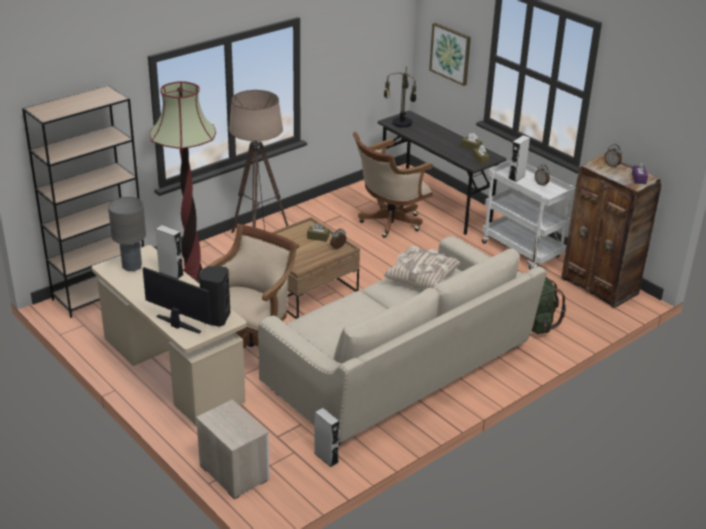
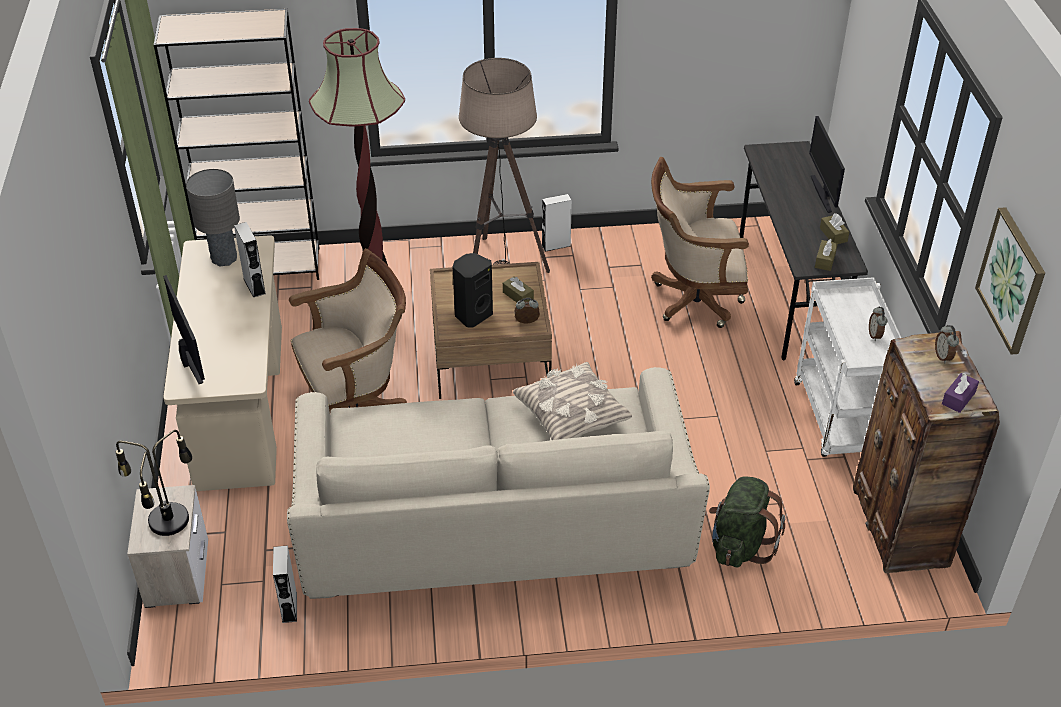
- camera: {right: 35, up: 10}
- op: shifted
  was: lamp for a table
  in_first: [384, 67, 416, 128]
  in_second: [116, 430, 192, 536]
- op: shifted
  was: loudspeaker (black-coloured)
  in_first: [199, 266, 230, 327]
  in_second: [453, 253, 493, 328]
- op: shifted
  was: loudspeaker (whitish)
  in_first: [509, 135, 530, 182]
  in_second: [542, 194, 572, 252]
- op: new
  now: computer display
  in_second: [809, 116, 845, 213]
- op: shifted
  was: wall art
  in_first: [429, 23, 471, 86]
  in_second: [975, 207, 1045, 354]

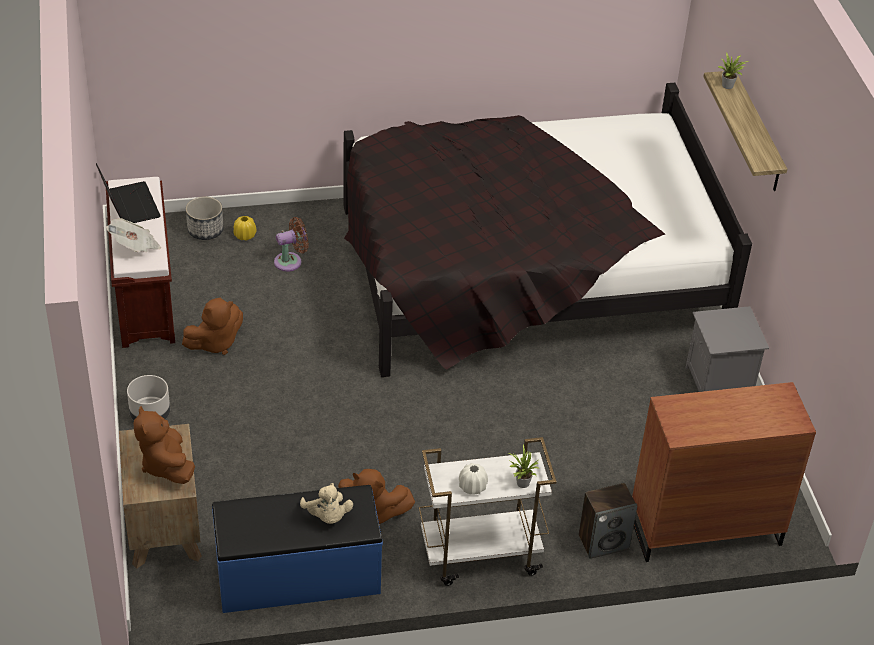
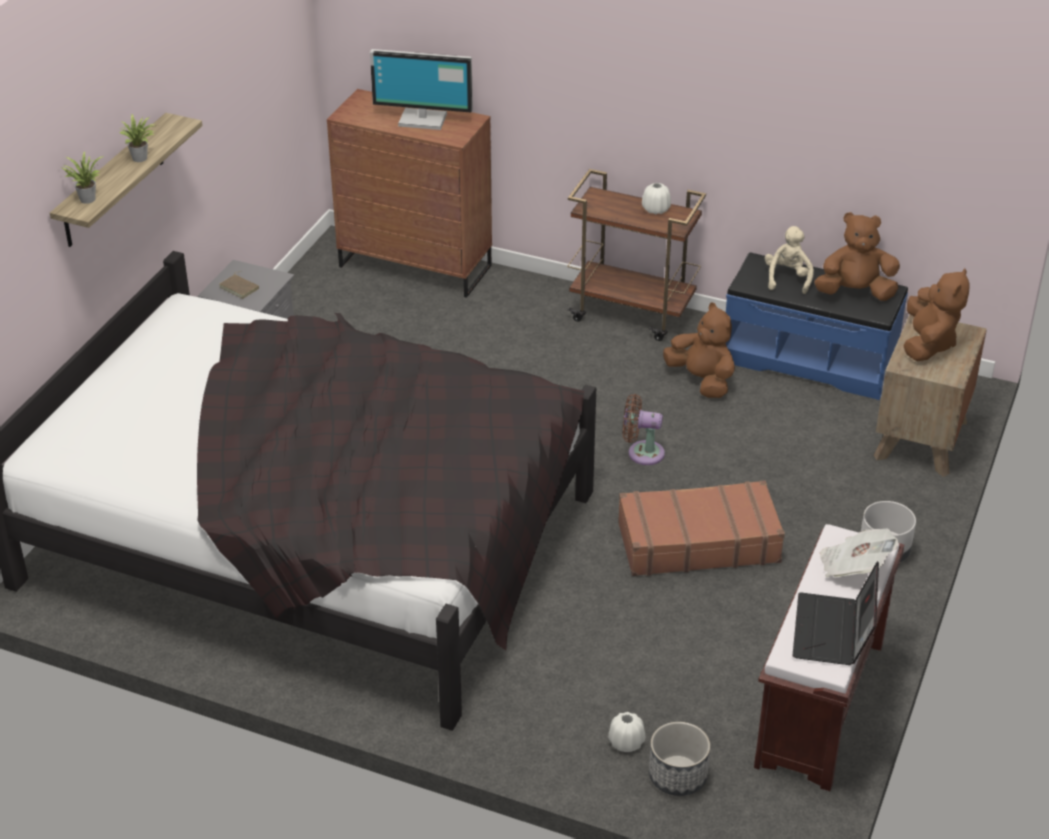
- camera: {right: -145, up: -5}
- op: shifted
  was: houseplant
  in_first: [509, 445, 538, 488]
  in_second: [119, 114, 154, 162]
- op: new
  now: volume (brownish)
  in_second: [220, 271, 259, 299]
- op: new
  now: computer display
  in_second: [370, 49, 473, 130]
- op: repainted
  was: wheeled cart (whitish)
  now: wheeled cart (brownish)
  in_first: [419, 437, 557, 586]
  in_second: [567, 169, 706, 341]
- op: repainted
  was: vase (yellow-coloured)
  now: vase (whitish)
  in_first: [233, 216, 257, 241]
  in_second: [608, 712, 645, 752]
- op: new
  now: travel case (brownish)
  in_second: [618, 480, 785, 576]
- op: shifted
  was: electric fan (brownish)
  in_first: [274, 217, 309, 272]
  in_second: [623, 394, 665, 465]
- op: shifted
  was: plush toy (brownish)
  in_first: [182, 298, 243, 355]
  in_second: [814, 212, 900, 301]
- op: gone
  was: loudspeaker
  in_first: [578, 483, 637, 559]

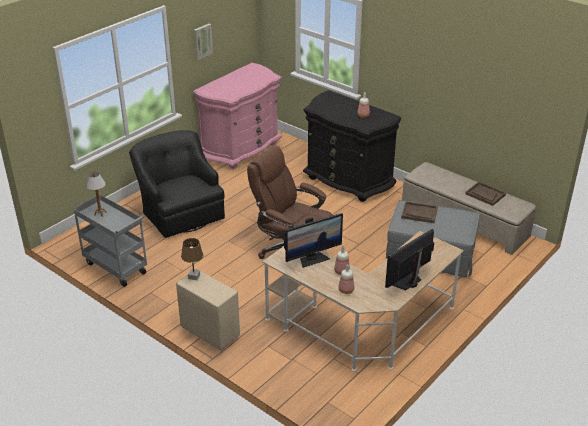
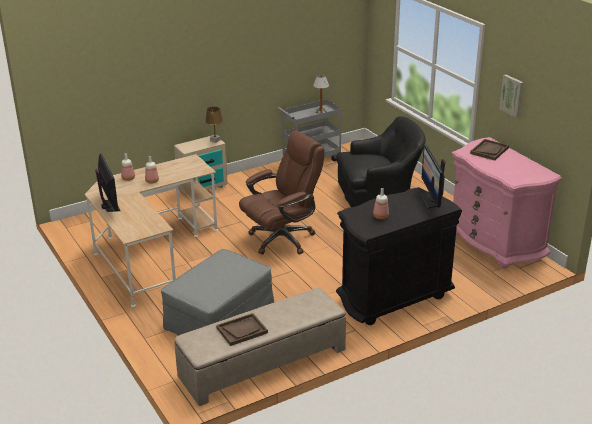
- camera: {right: 110, up: -5}
- op: shifted
  was: computer display
  in_first: [284, 213, 343, 268]
  in_second: [420, 145, 445, 209]
- op: shifted
  was: carrying tray (brownish)
  in_first: [401, 201, 438, 223]
  in_second: [470, 139, 509, 160]

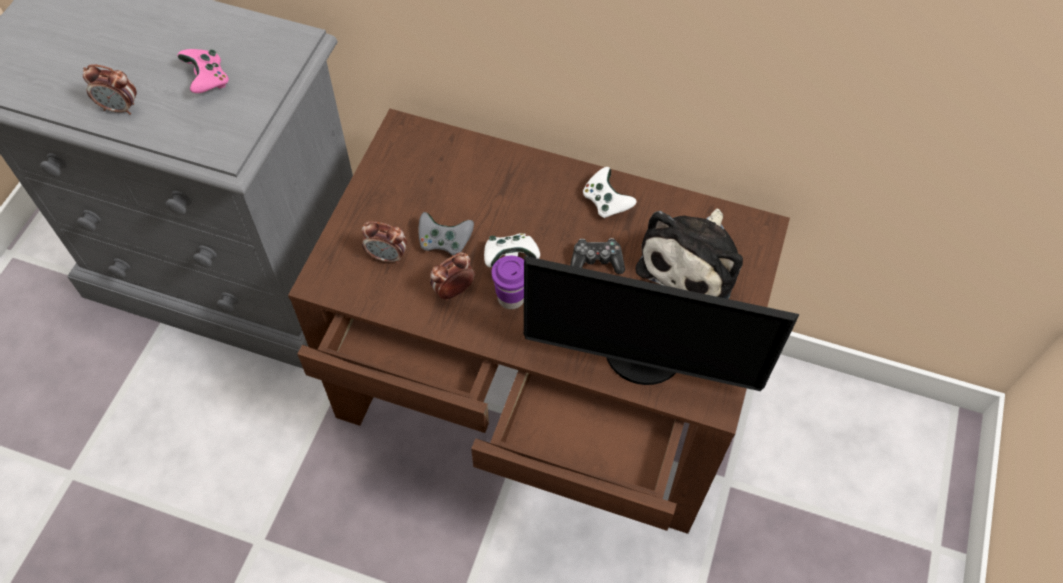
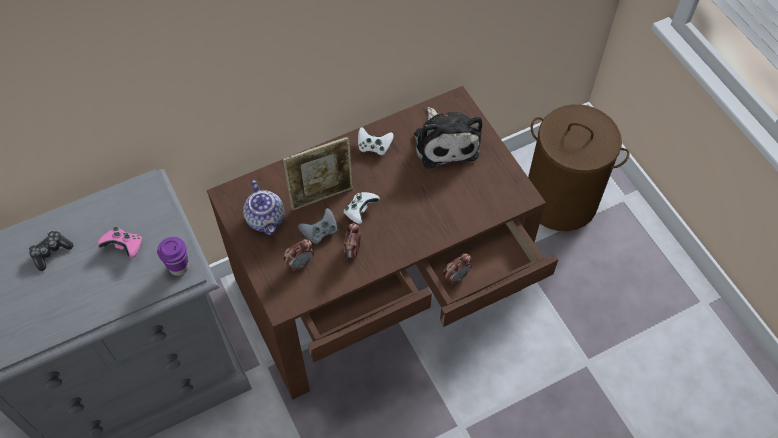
- camera: {right: -45, up: 0}
- op: shifted
  was: game controller
  in_first: [570, 238, 625, 274]
  in_second: [29, 231, 73, 271]
- op: shifted
  was: small cup (purple)
  in_first: [492, 255, 524, 309]
  in_second: [157, 237, 189, 276]
- op: new
  now: teapot
  in_second: [243, 180, 285, 235]
- op: new
  now: standing frame
  in_second: [283, 137, 353, 210]
- op: shifted
  was: alarm clock
  in_first: [83, 64, 137, 115]
  in_second: [443, 253, 472, 285]
- op: new
  now: laundry basket (brownish)
  in_second: [528, 104, 630, 231]
- op: gone
  was: computer display
  in_first: [524, 256, 800, 391]

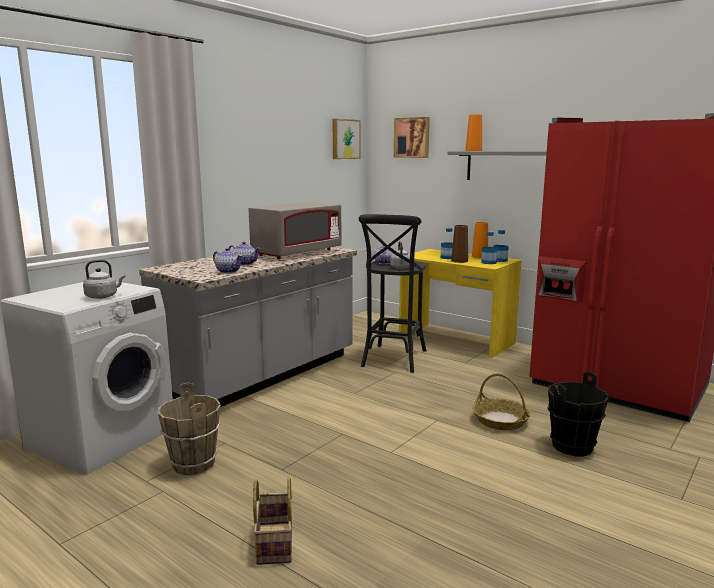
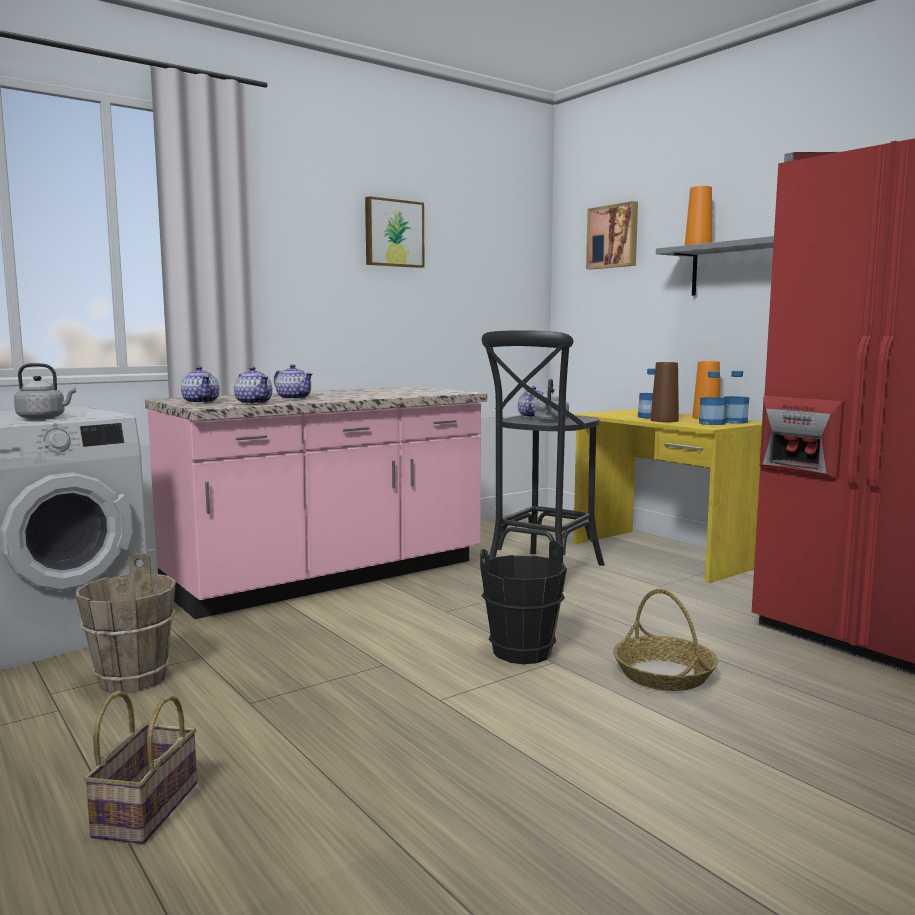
- camera: {right: 15, up: -5}
- op: repainted
  was: kitchen base unit (greyish)
  now: kitchen base unit (pinkish)
  in_first: [139, 247, 357, 407]
  in_second: [145, 386, 487, 619]
- op: new
  now: teapot
  in_second: [181, 366, 220, 404]
- op: shifted
  was: wall art
  in_first: [333, 119, 361, 159]
  in_second: [365, 196, 425, 268]
- op: shifted
  was: pail (black-coloured)
  in_first: [547, 372, 609, 457]
  in_second: [480, 540, 567, 664]
- op: gone
  was: microwave oven (greyish)
  in_first: [248, 202, 342, 259]

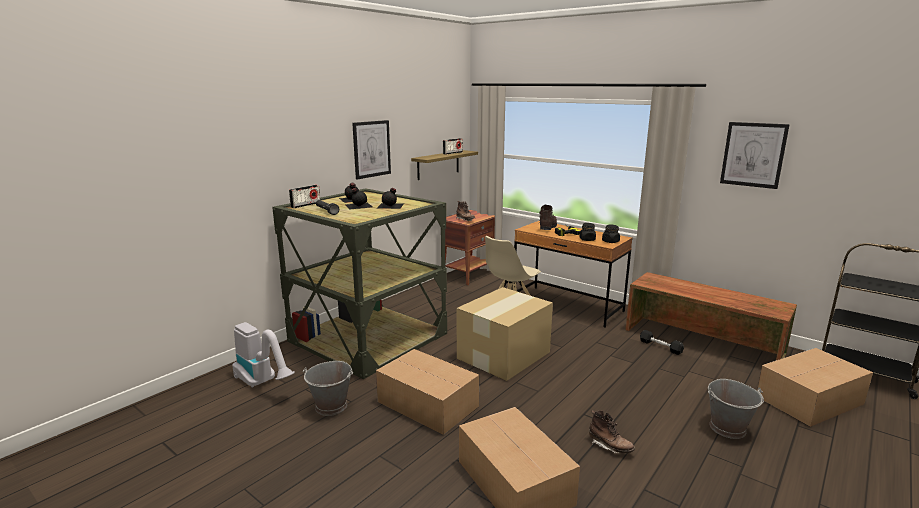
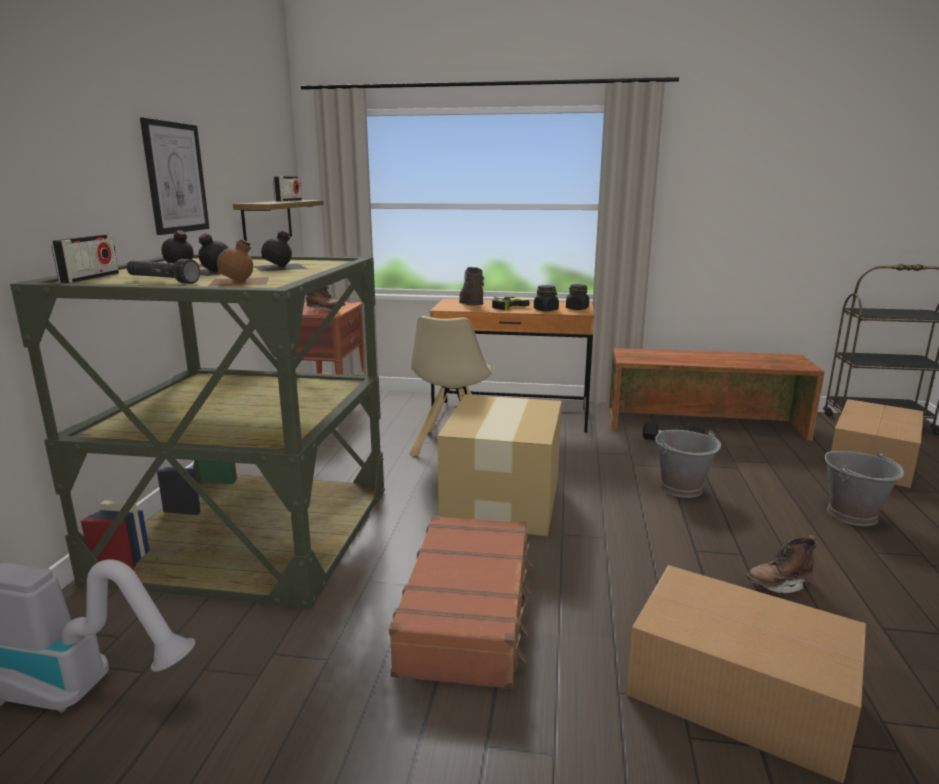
- camera: {right: -30, up: 0}
- op: new
  now: drink bottle (brownish)
  in_second: [208, 239, 269, 287]
- op: swapped
  was: packing box
  now: travel case (brownish)
  in_first: [376, 349, 479, 435]
  in_second: [389, 515, 533, 689]
- op: shifted
  was: pail (greyish)
  in_first: [303, 361, 353, 416]
  in_second: [655, 430, 721, 498]
- op: rotated
  was: high-top boot (brownish)
  in_first: [589, 410, 635, 454]
  in_second: [746, 534, 817, 593]
  clockwise: 150
- op: gone
  was: wall art
  in_first: [720, 122, 790, 189]

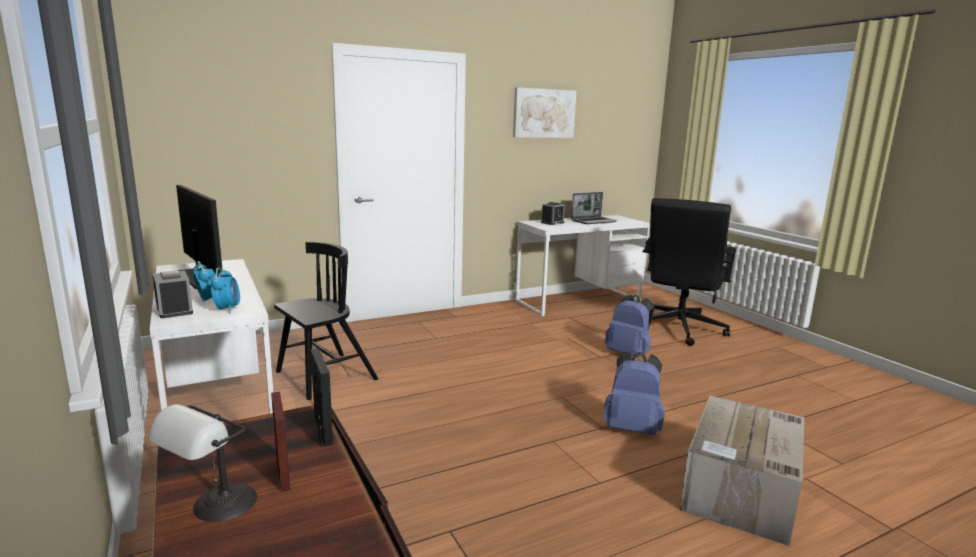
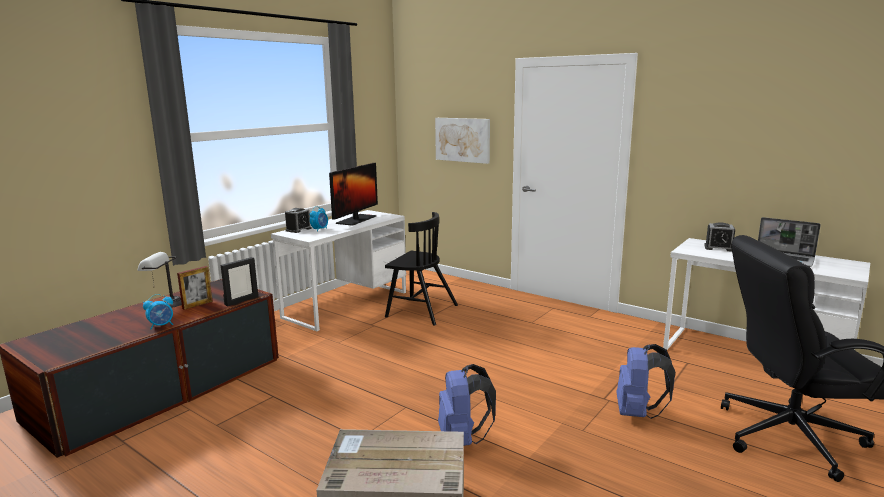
- camera: {right: 65, up: 0}
- op: shifted
  was: alarm clock
  in_first: [211, 268, 240, 313]
  in_second: [143, 294, 173, 330]
- op: shifted
  was: wall art
  in_first: [513, 87, 576, 138]
  in_second: [435, 118, 490, 164]

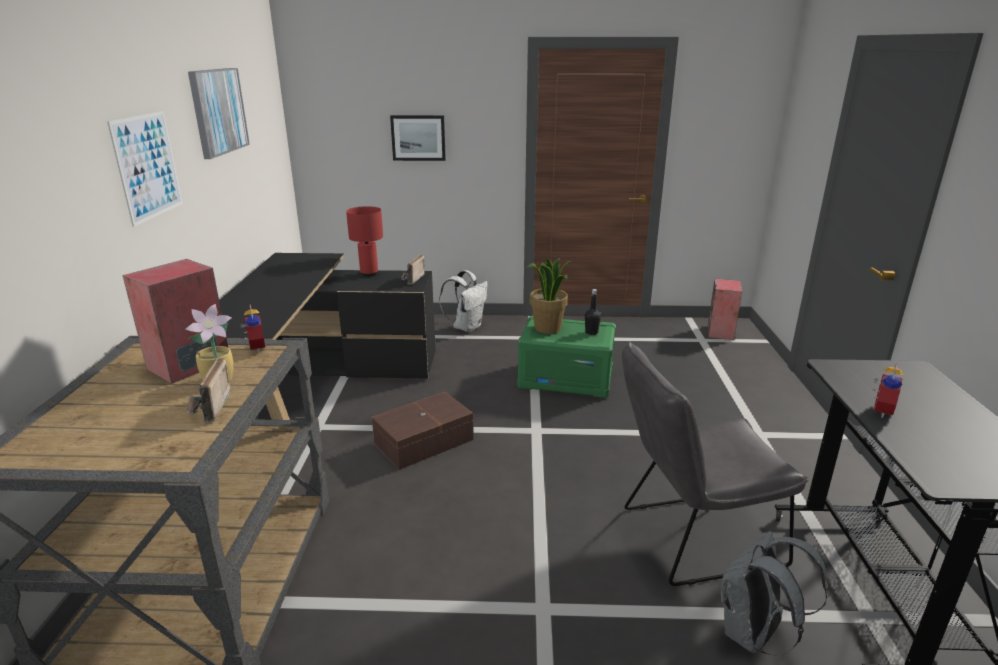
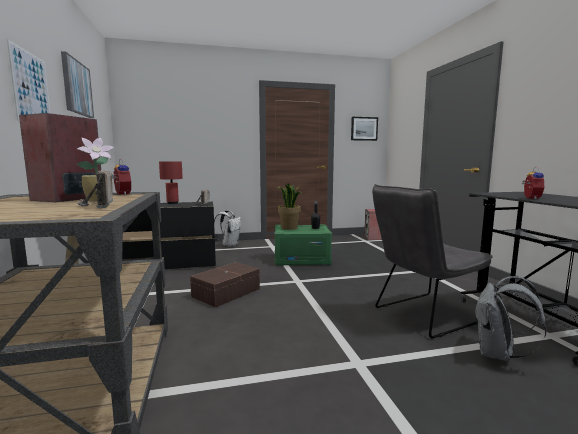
- camera: {right: -15, up: -15}
- op: shifted
  was: wall art
  in_first: [390, 115, 446, 161]
  in_second: [351, 117, 378, 141]

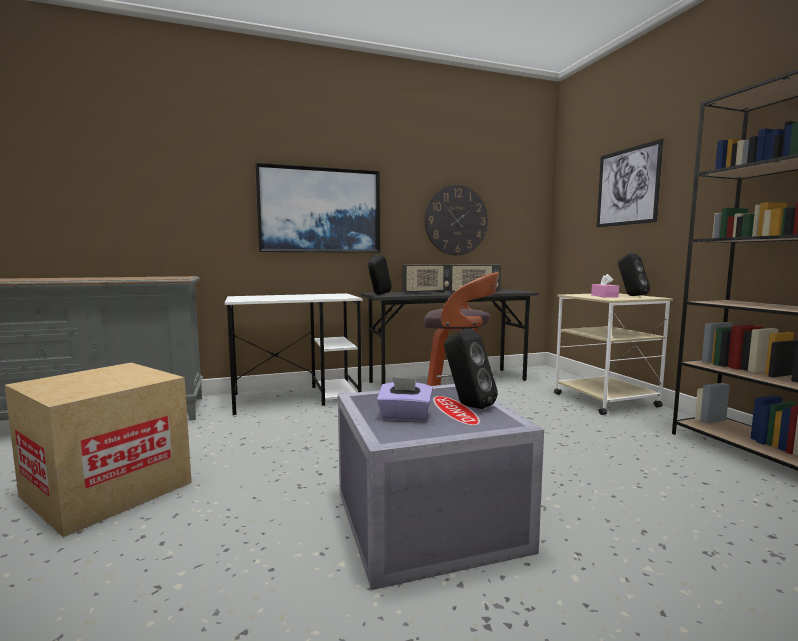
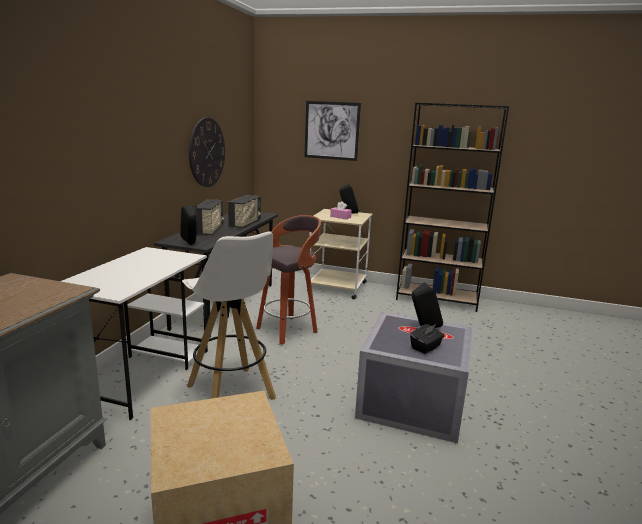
- camera: {right: -55, up: 10}
- op: new
  now: stool (whitish)
  in_second: [182, 231, 276, 399]
- op: repainted
  was: box of tissues (purple)
  now: box of tissues (black-coloured)
  in_first: [377, 377, 433, 421]
  in_second: [410, 324, 444, 354]
- op: gone
  was: wall art
  in_first: [255, 163, 380, 253]

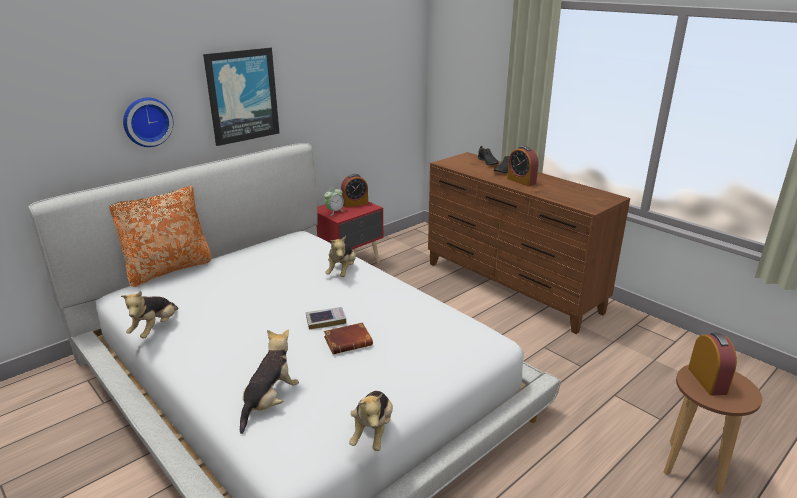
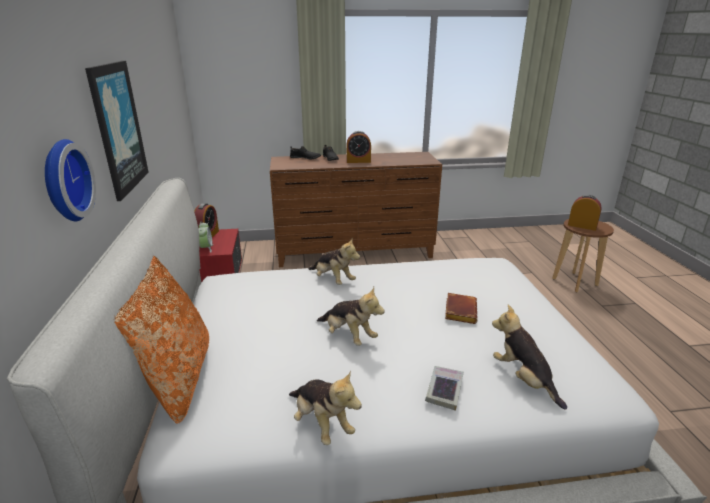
- camera: {right: -55, up: 0}
- op: shifted
  was: plush toy
  in_first: [349, 391, 393, 451]
  in_second: [317, 287, 385, 346]
- op: shifted
  was: volume
  in_first: [306, 307, 346, 330]
  in_second: [425, 366, 464, 411]

